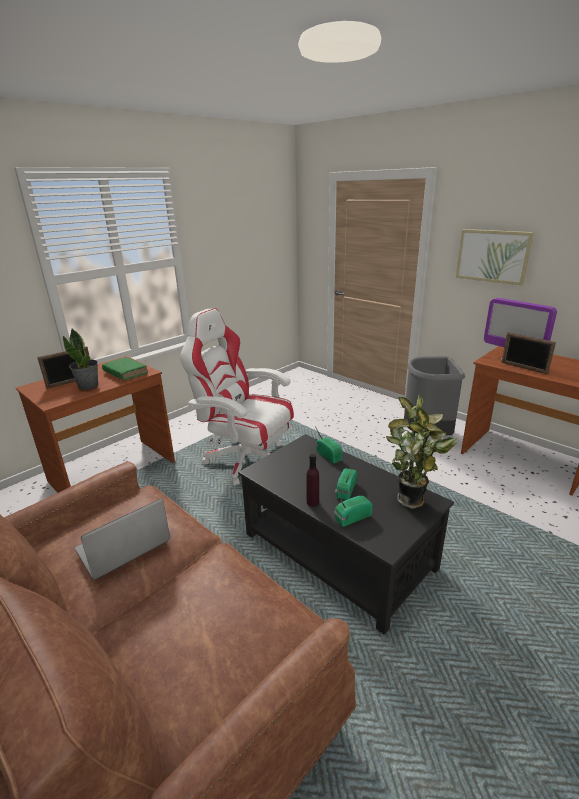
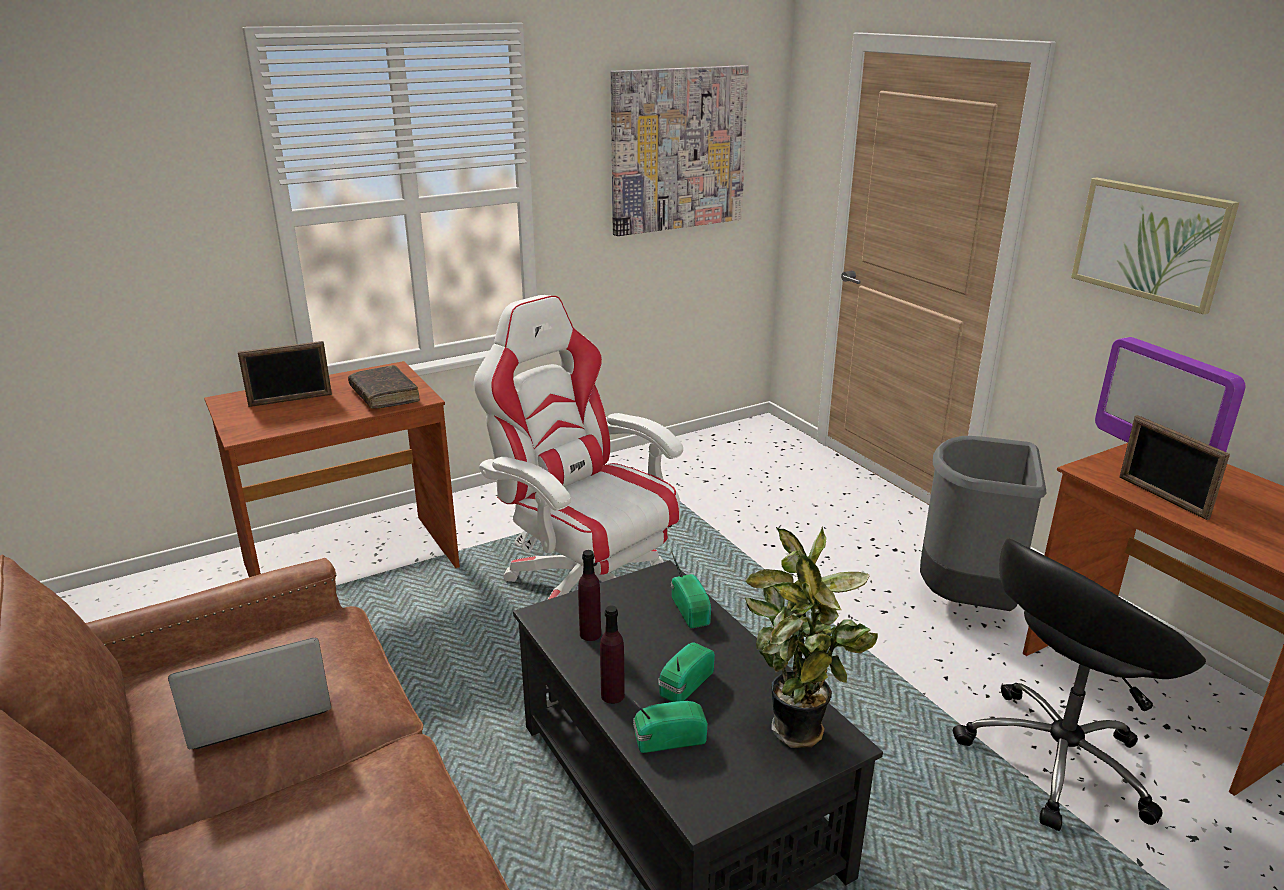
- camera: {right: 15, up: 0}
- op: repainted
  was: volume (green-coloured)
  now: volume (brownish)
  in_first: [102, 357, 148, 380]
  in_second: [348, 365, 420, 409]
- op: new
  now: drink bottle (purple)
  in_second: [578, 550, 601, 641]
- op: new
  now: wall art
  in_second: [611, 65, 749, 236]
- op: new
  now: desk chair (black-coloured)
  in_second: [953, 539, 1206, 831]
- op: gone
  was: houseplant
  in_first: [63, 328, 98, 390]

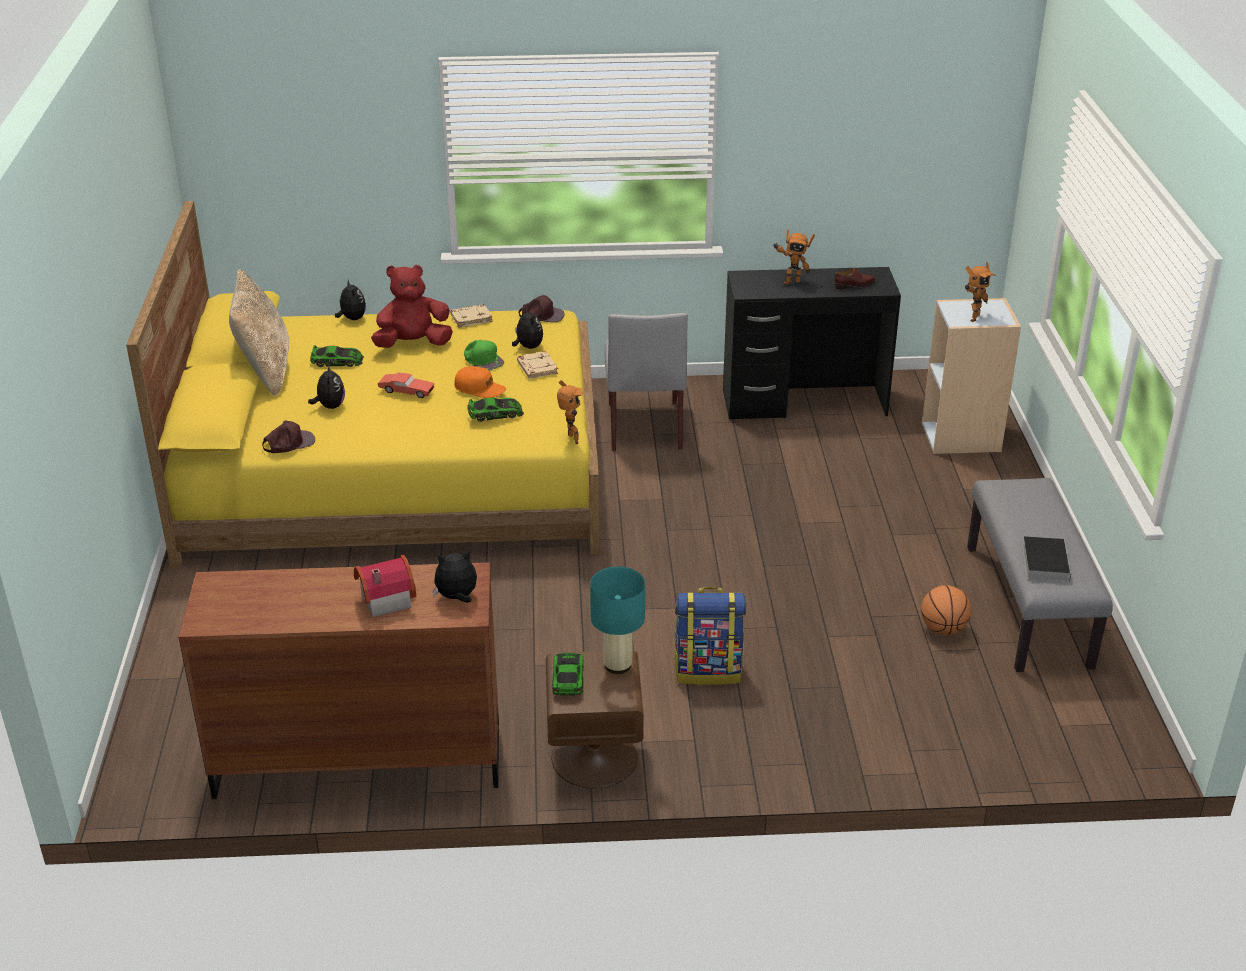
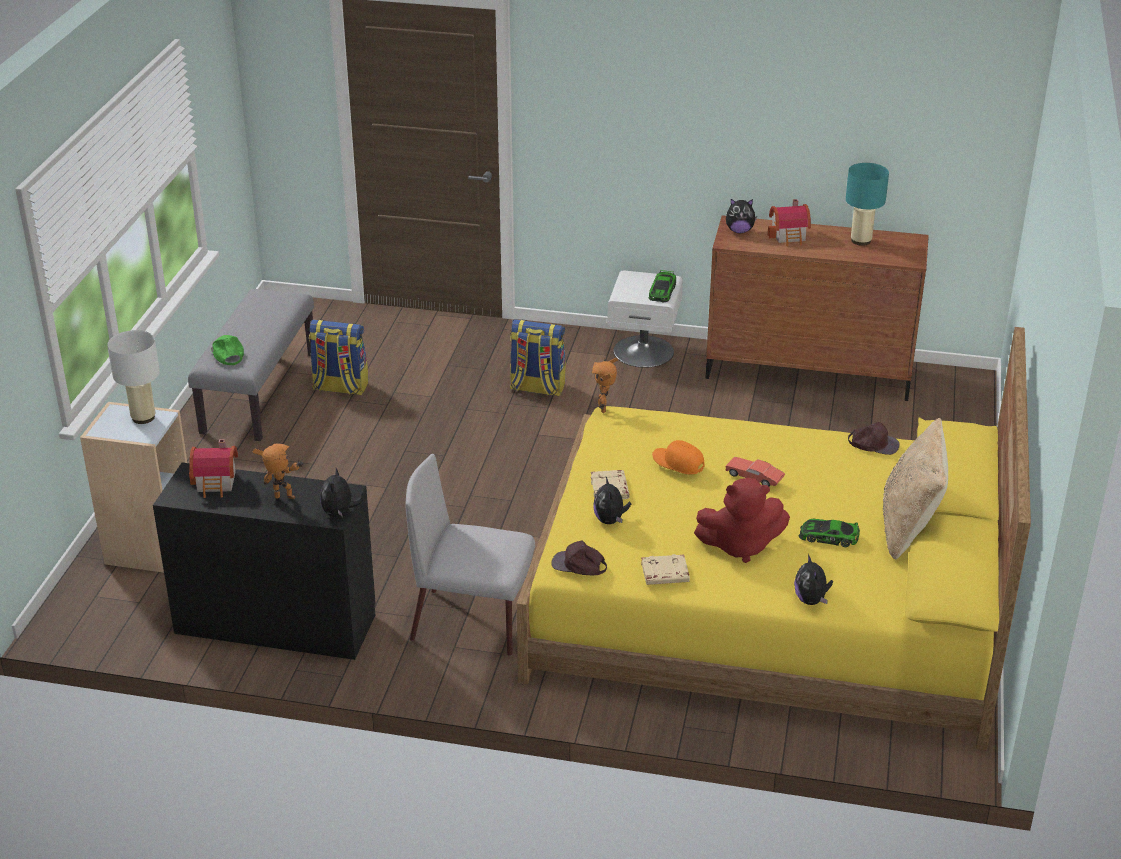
- camera: {right: -165, up: 0}
- op: swapped
  was: model robot
  now: lamp for a table (whitish)
  in_first: [965, 262, 996, 322]
  in_second: [107, 330, 160, 424]
- op: swapped
  was: item of footwear (brownish)
  now: toy house
  in_first: [835, 268, 876, 289]
  in_second: [189, 439, 238, 498]
- op: shifted
  was: peaked cap (green-coloured)
  in_first: [464, 340, 504, 371]
  in_second: [211, 335, 244, 365]
- op: swapped
  was: basketball ball
  now: backpack
  in_first: [921, 585, 972, 635]
  in_second: [309, 320, 368, 395]
- op: shifted
  was: plush toy
  in_first: [308, 363, 345, 409]
  in_second: [320, 468, 363, 517]
- op: rotated
  was: upright chair (greyish)
  in_first: [604, 313, 688, 452]
  in_second: [405, 454, 535, 656]
  clockwise: -90
- op: repainted
  was: nightstand (brownish)
  now: nightstand (whitish)
  in_first: [546, 650, 644, 788]
  in_second: [607, 270, 683, 368]
- op: shifted
  was: lamp for a table (blue-green)
  in_first: [590, 566, 645, 674]
  in_second: [846, 163, 889, 246]
- op: rotated
  was: peaked cap (brownish)
  in_first: [262, 420, 315, 453]
  in_second: [848, 422, 900, 455]
  clockwise: -150
- op: gone
  was: miniature car
  in_first: [467, 398, 524, 422]
- op: gone
  was: volume
  in_first: [1022, 536, 1071, 582]

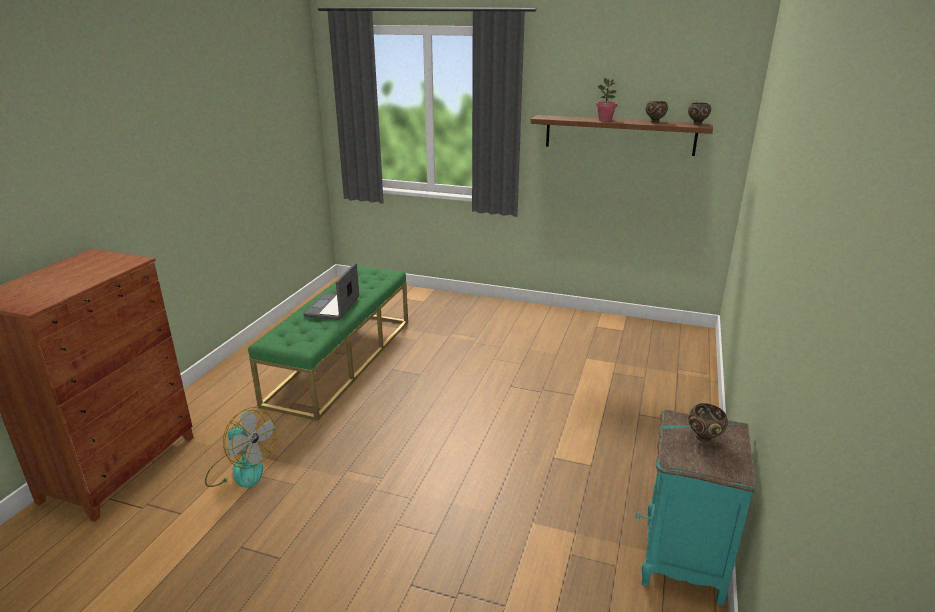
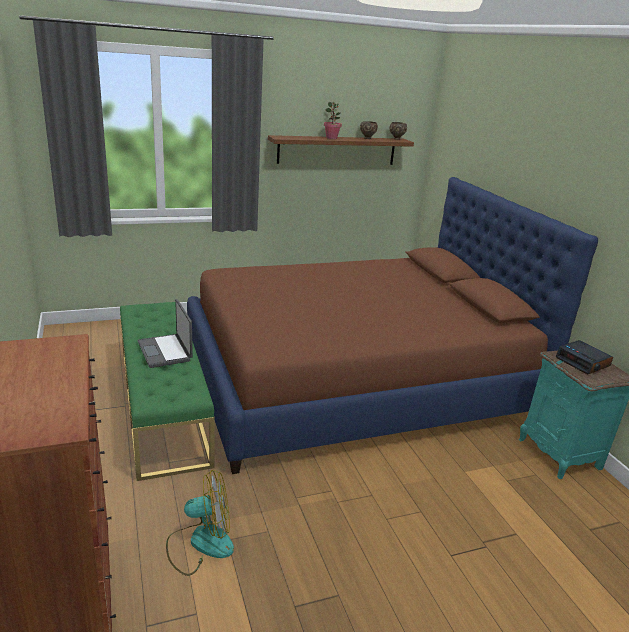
- camera: {right: -40, up: 0}
- op: new
  now: bedroom bed (brownish)
  in_second: [187, 177, 598, 474]
- op: swapped
  was: bowl (brownish)
  now: alarm clock
  in_first: [688, 403, 728, 443]
  in_second: [555, 340, 613, 375]

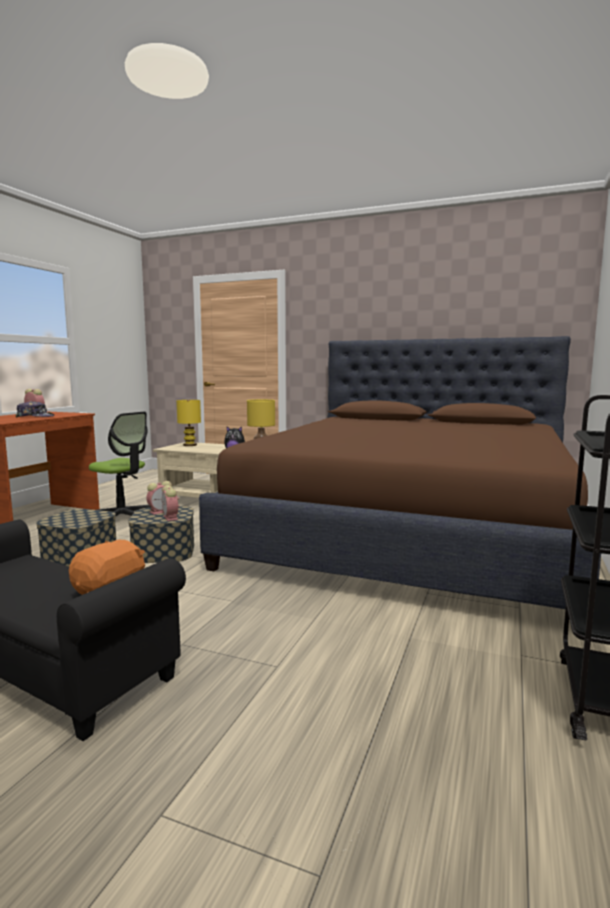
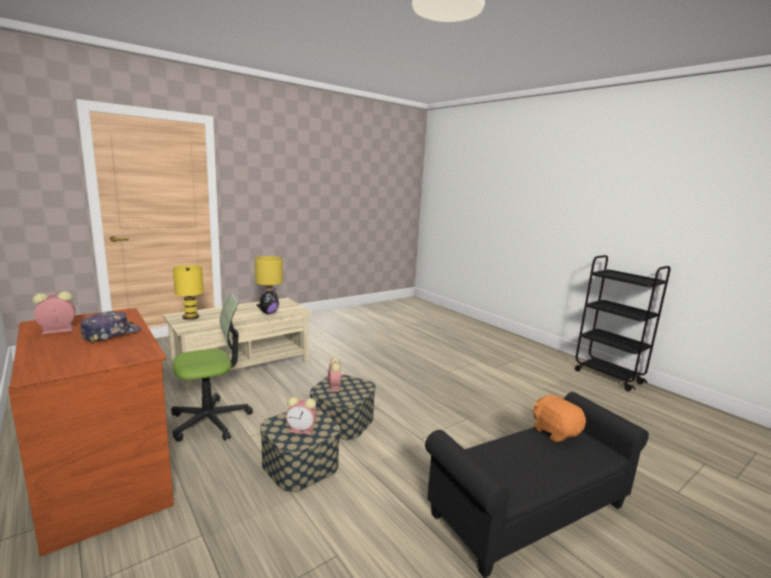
- camera: {right: -60, up: 5}
- op: shifted
  was: alarm clock
  in_first: [162, 485, 179, 521]
  in_second: [286, 397, 317, 434]
- op: gone
  was: bedroom bed (brownish)
  in_first: [199, 336, 601, 609]

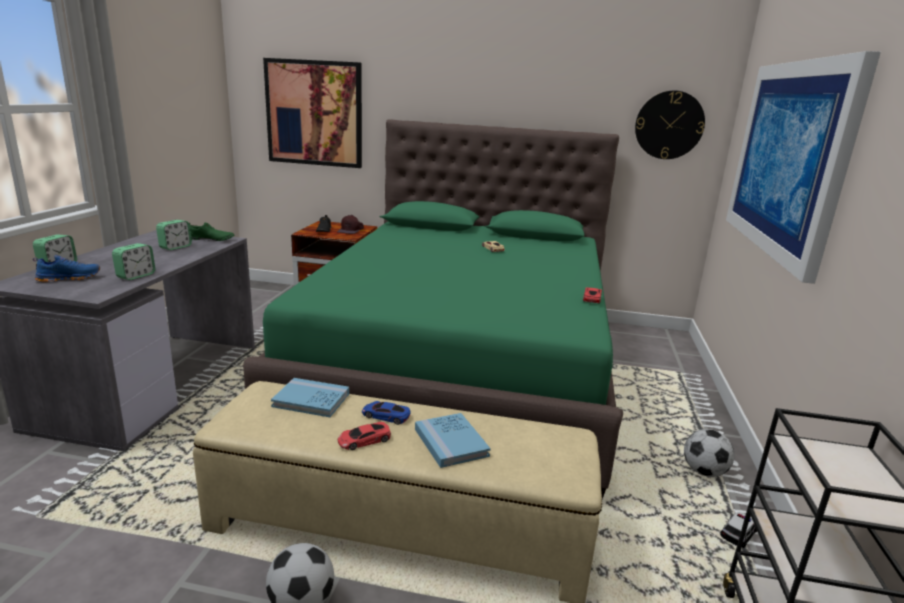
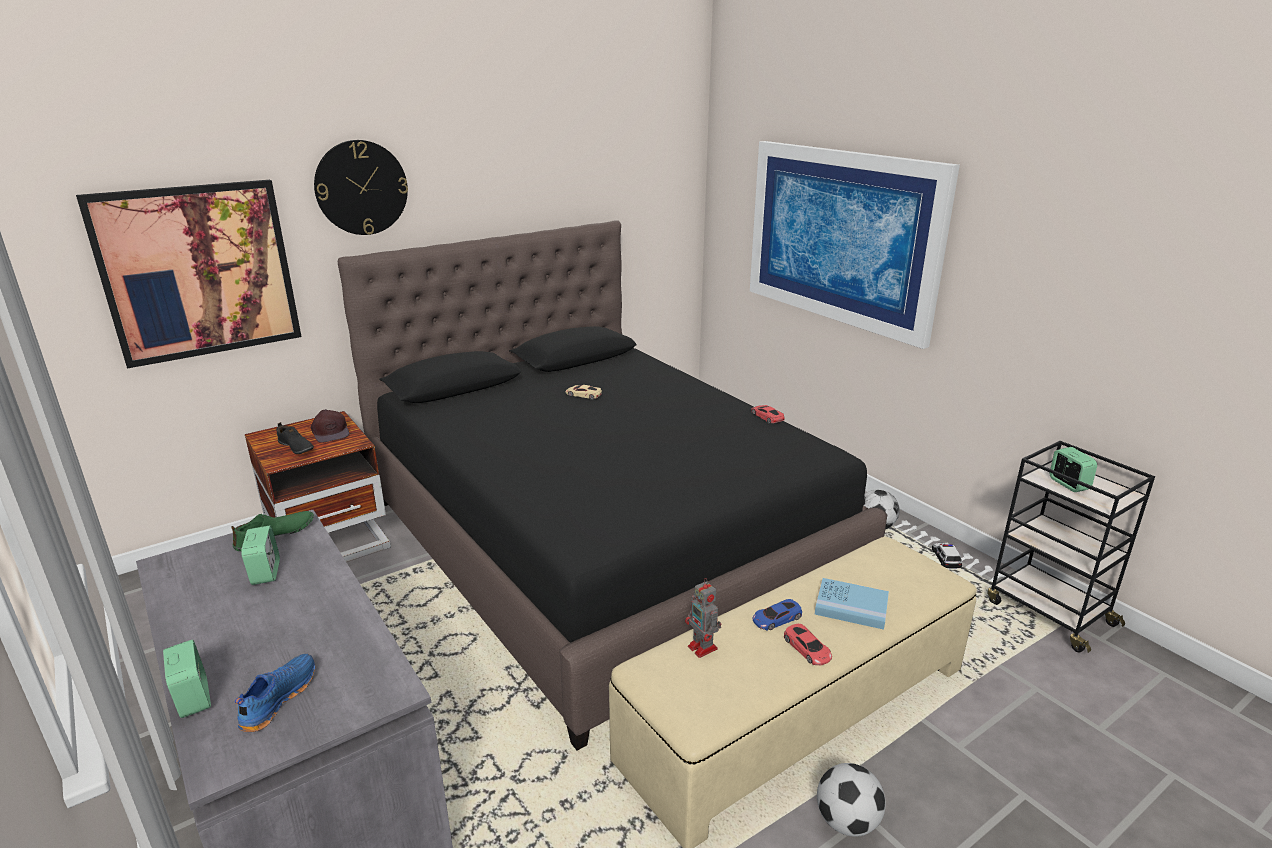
- camera: {right: -45, up: 5}
- op: shifted
  was: clock on the wall
  in_first: [635, 91, 705, 159]
  in_second: [314, 140, 408, 235]
- op: repainted
  was: bedroom bed (green-coloured)
  now: bedroom bed (black-coloured)
  in_first: [243, 119, 623, 499]
  in_second: [338, 221, 887, 751]
- op: swapped
  was: volume (blue)
  now: model robot
  in_first: [271, 378, 349, 417]
  in_second: [685, 578, 721, 658]
- op: rotated
  was: miniature car (red-coloured)
  in_first: [338, 422, 391, 450]
  in_second: [784, 624, 832, 665]
  clockwise: -45
- op: shifted
  was: alarm clock
  in_first: [112, 243, 155, 280]
  in_second: [1050, 447, 1097, 492]

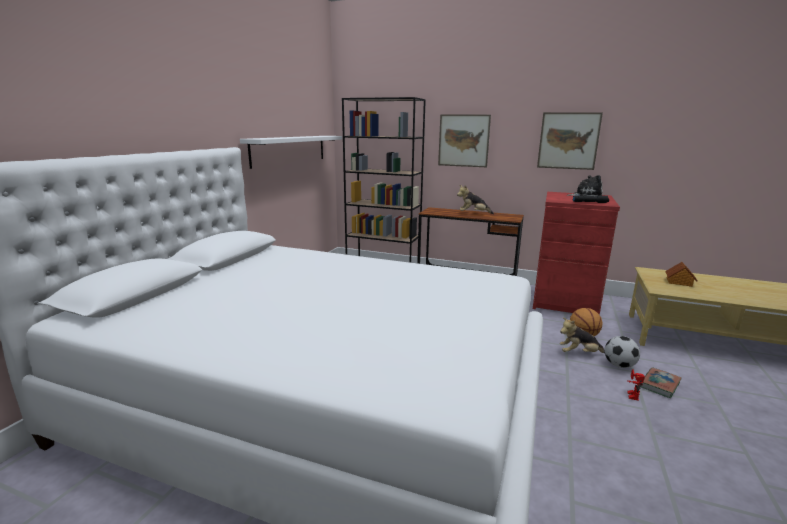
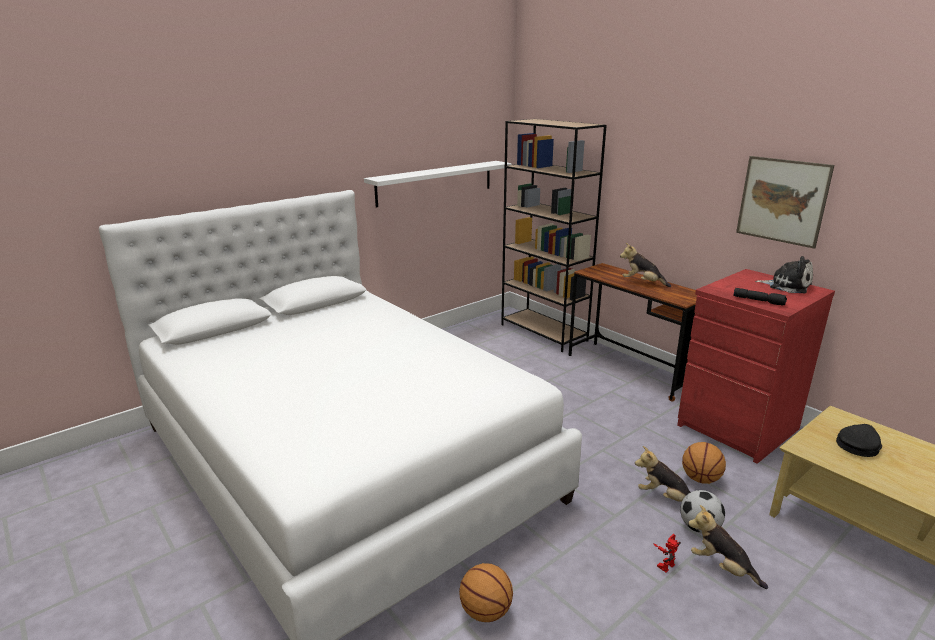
- camera: {right: 30, up: 5}
- op: new
  now: basketball ball
  in_second: [459, 563, 513, 622]
- op: swapped
  was: volume
  now: plush toy
  in_first: [641, 368, 682, 398]
  in_second: [688, 505, 768, 589]
- op: swapped
  was: toy house
  now: peaked cap (black-coloured)
  in_first: [665, 262, 698, 287]
  in_second: [836, 424, 882, 457]
- op: gone
  was: wall art
  in_first: [438, 114, 491, 167]

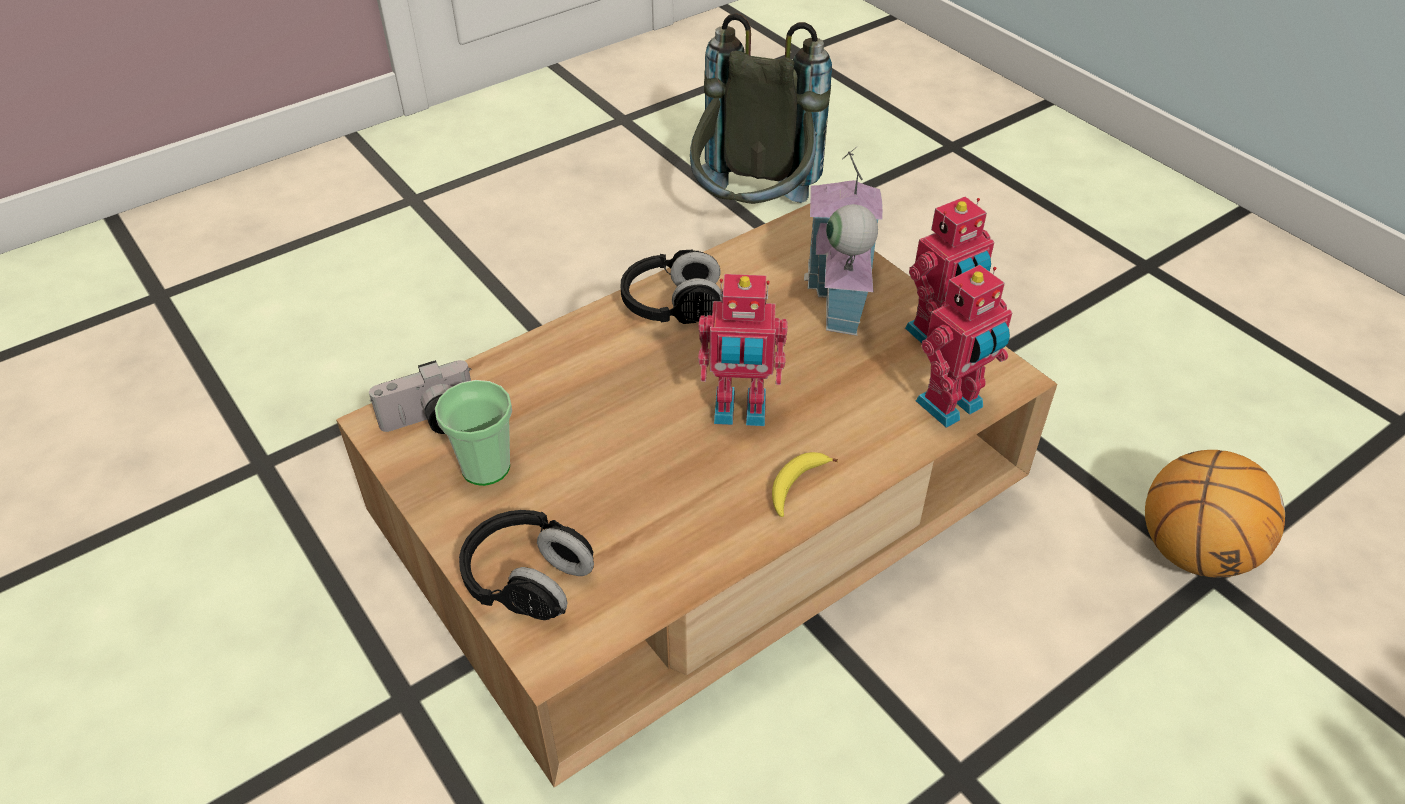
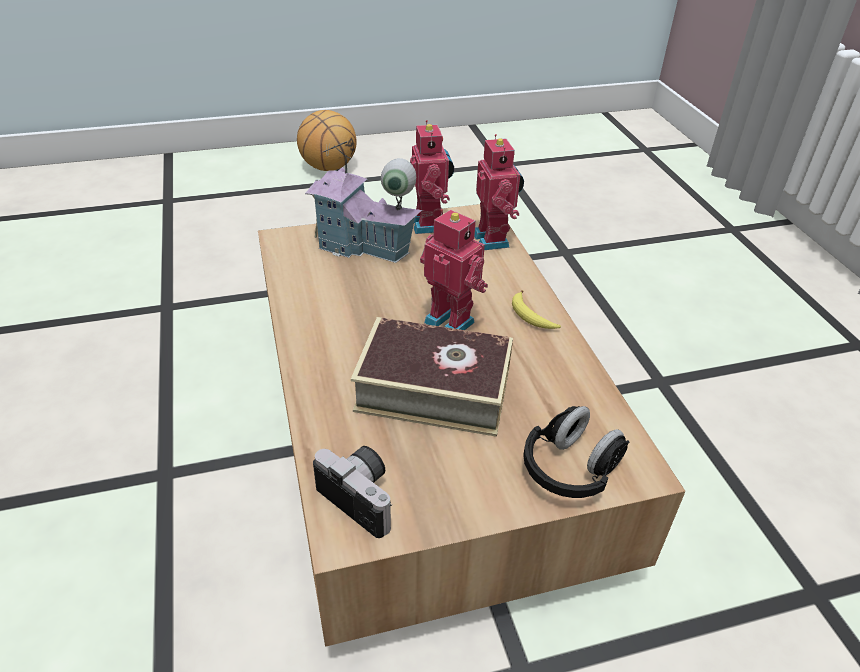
- camera: {right: -70, up: -5}
- op: shifted
  was: basketball ball
  in_first: [1145, 450, 1285, 577]
  in_second: [297, 110, 356, 171]
- op: rotated
  was: photo camera
  in_first: [369, 360, 471, 434]
  in_second: [313, 446, 392, 538]
  clockwise: -45
- op: new
  now: volume
  in_second: [351, 317, 513, 437]
- op: rotated
  was: model robot
  in_first: [698, 274, 788, 426]
  in_second: [420, 209, 488, 330]
  clockwise: -75
- op: gone
  was: small cup
  in_first: [435, 380, 512, 486]
- op: gone
  was: pair of headphones (black-coloured)
  in_first: [621, 249, 722, 324]
- op: gone
  was: backpack (greyish)
  in_first: [690, 13, 832, 204]

